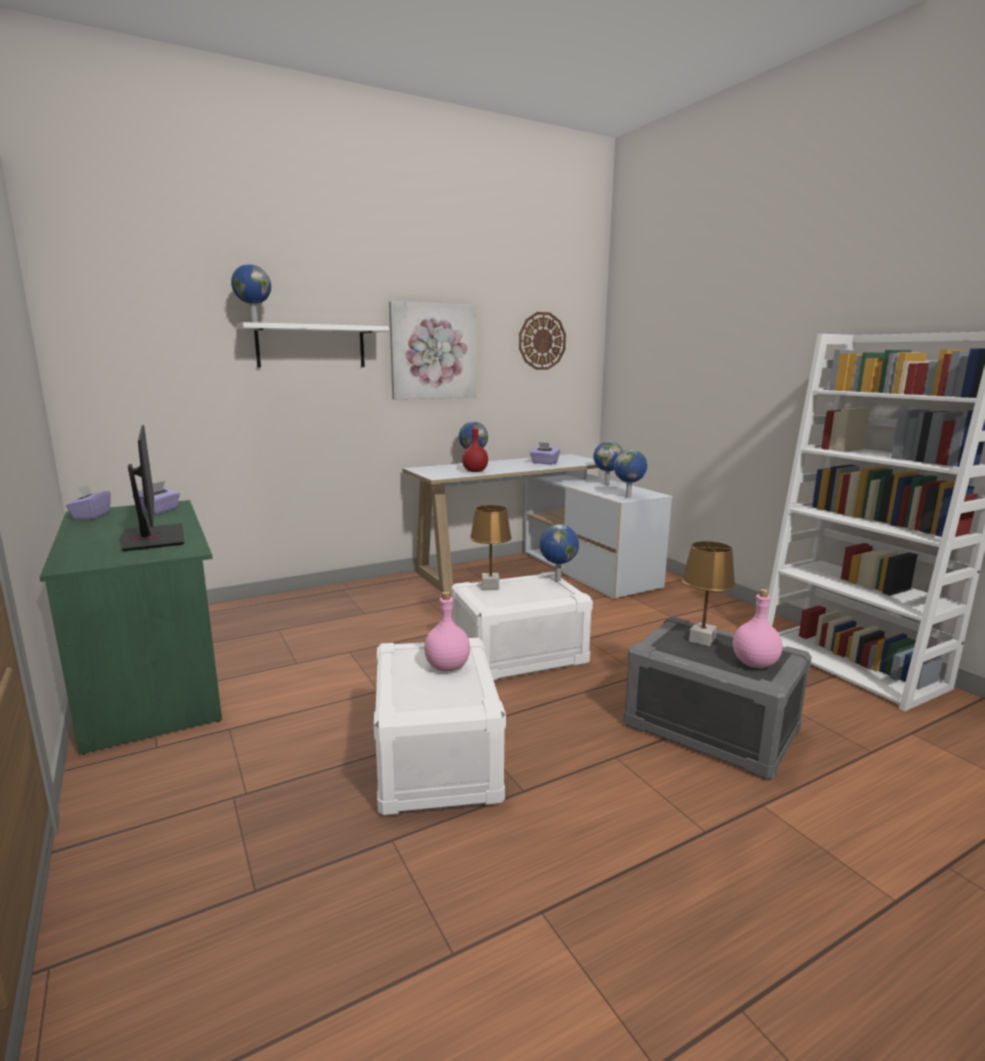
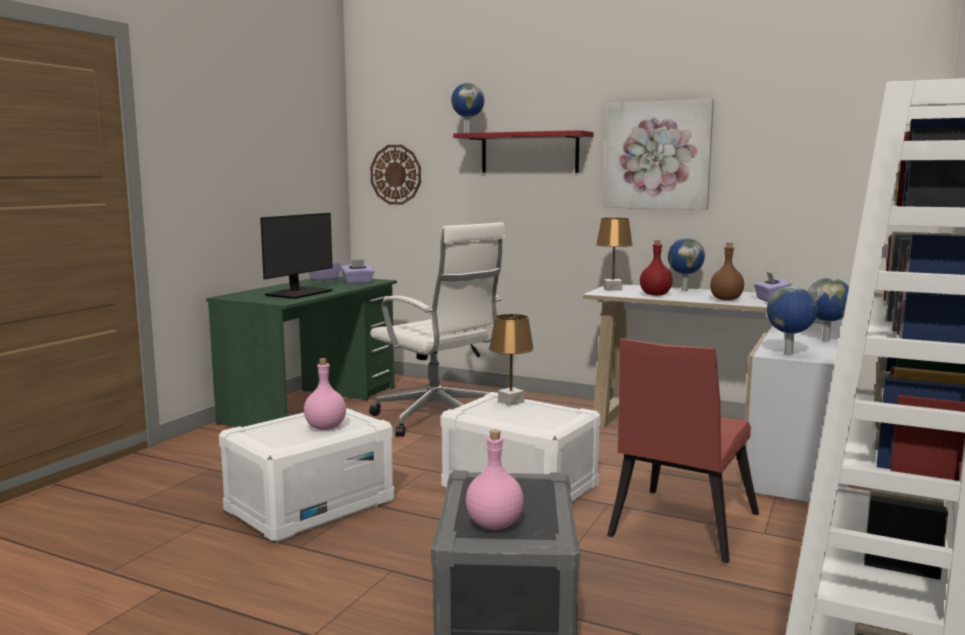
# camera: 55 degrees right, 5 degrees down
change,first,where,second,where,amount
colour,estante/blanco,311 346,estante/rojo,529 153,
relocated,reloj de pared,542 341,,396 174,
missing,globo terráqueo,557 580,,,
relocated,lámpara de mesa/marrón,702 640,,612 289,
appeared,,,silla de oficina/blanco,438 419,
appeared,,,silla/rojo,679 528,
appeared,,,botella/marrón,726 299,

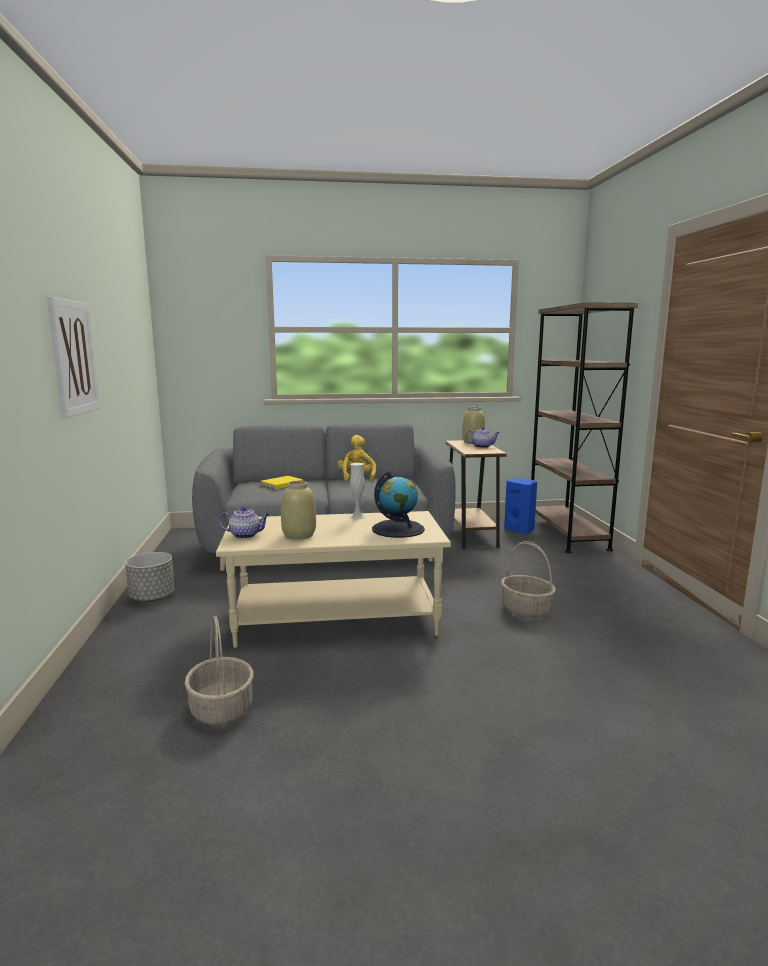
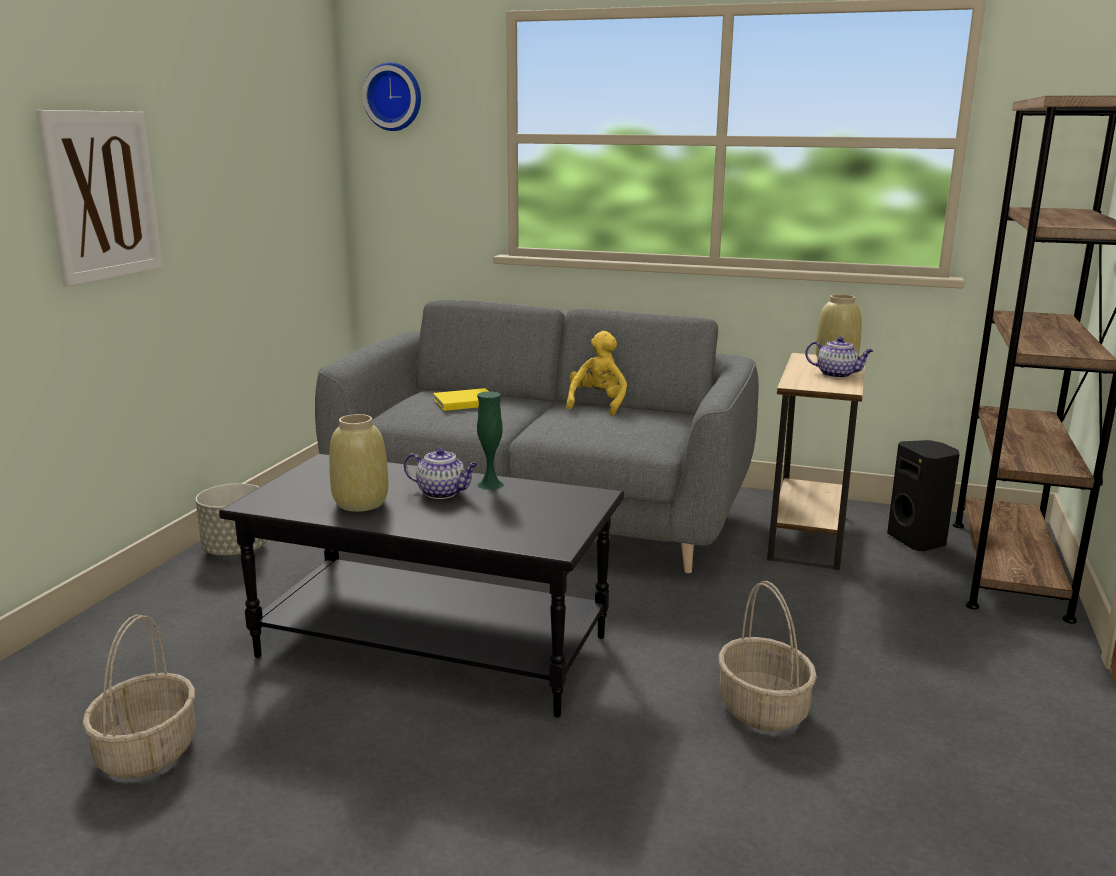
# camera: 25 degrees right, 5 degrees up
change,first,where,second,where,amount
colour,mesa de centro/beis,336 619,mesa de centro/negro,435 645,
relocated,tetera,246 535,,442 493,
colour,florero/blanco,357 517,florero/verde,490 484,
missing,globo terráqueo,398 529,,,
colour,altavoz/azul,520 530,altavoz/negro,918 541,
appeared,,,reloj de pared,394 97,

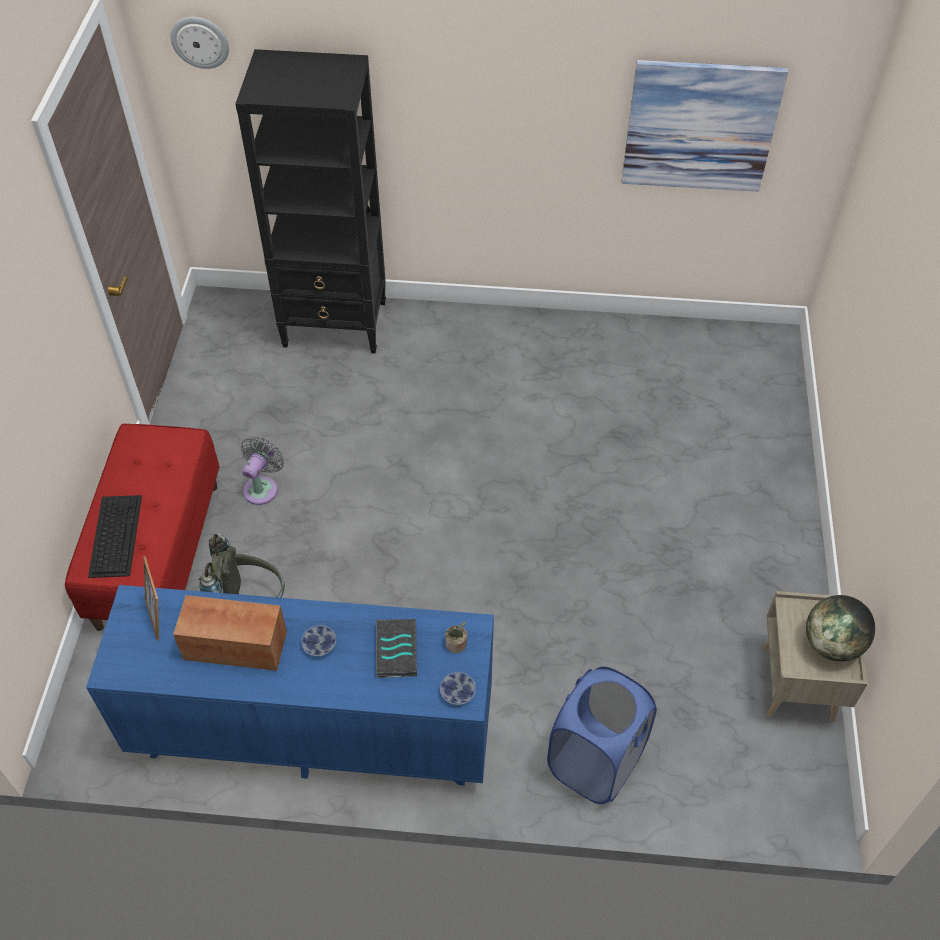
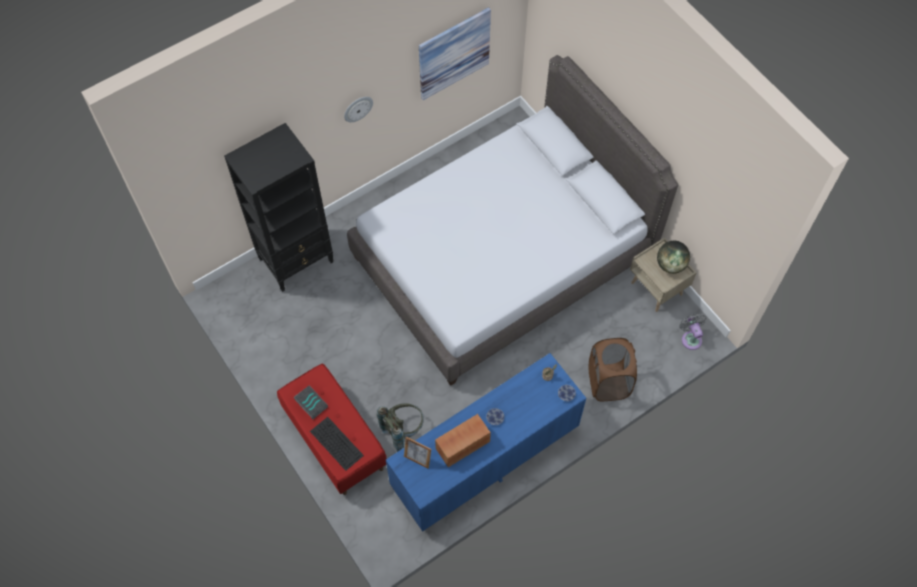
# camera: 40 degrees left, 10 degrees up
change,first,where,second,where,amount
relocated,reloj de pared,200 41,,358 108,
relocated,ventilador/gris,262 487,,690 338,
relocated,libro,395 650,,310 403,
colour,cesto de la ropa/azul,595 762,cesto de la ropa/marrón,608 382,
appeared,,,cama/gris,502 256,

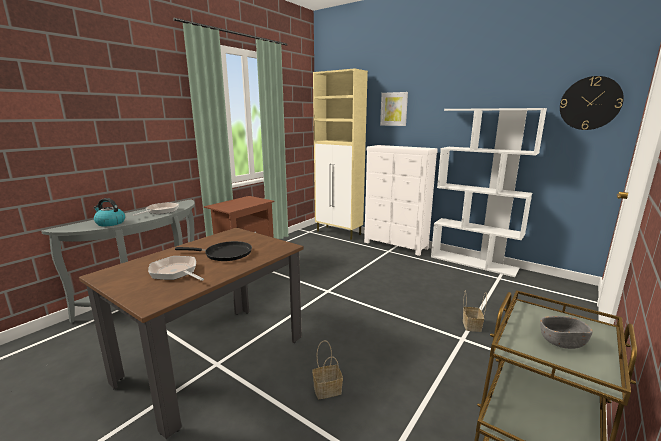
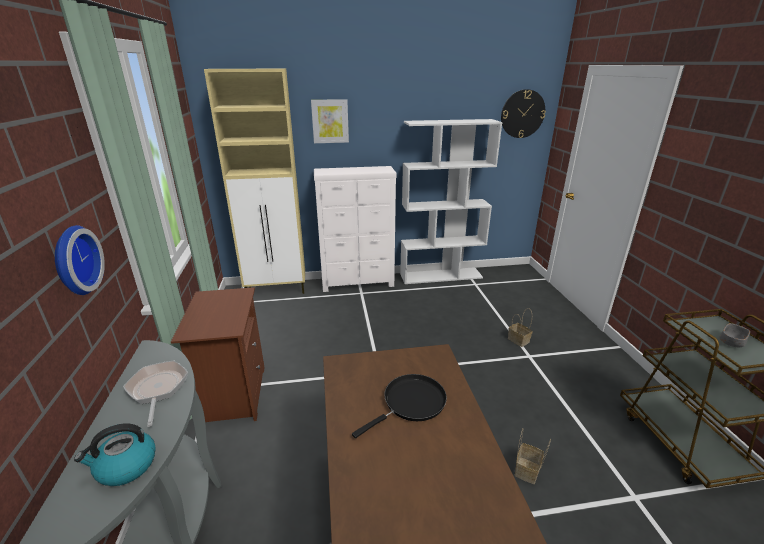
# camera: 45 degrees left, 10 degrees up
change,first,where,second,where,amount
missing,sartén,176 272,,,
appeared,,,reloj de pared,73 260,

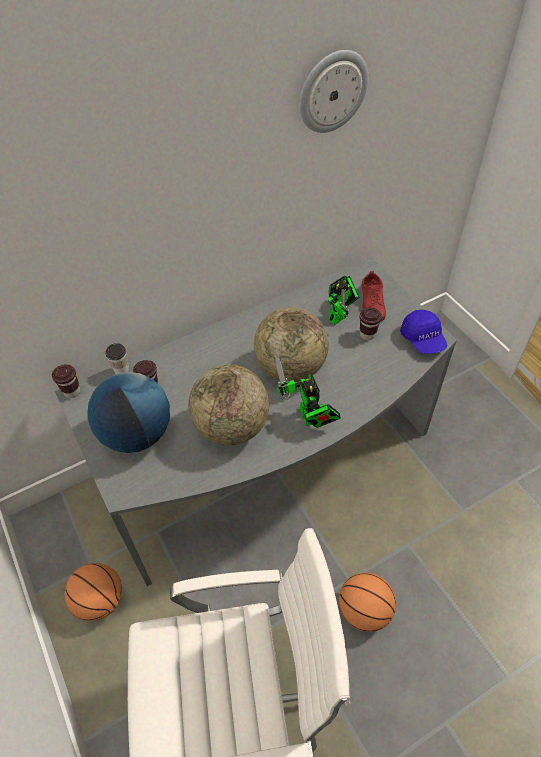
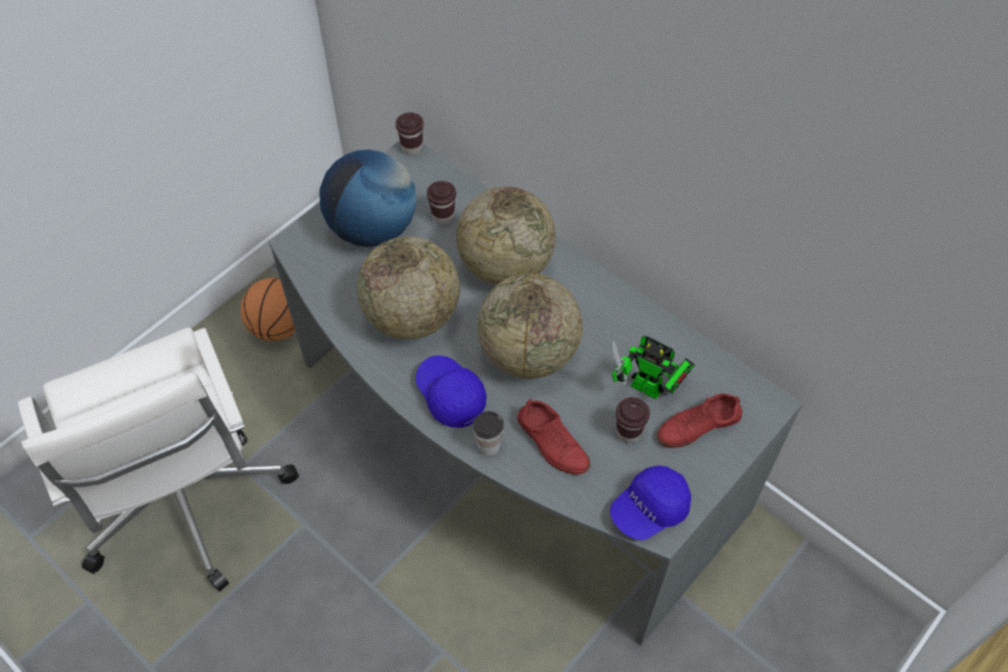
# camera: 70 degrees right, 5 degrees up
change,first,where,second,where,amount
relocated,taza,122 372,,488 447,
exchanged,robot de juguete,309 419,gorra/azul,450 396,
missing,reloj de pared,332 91,,,
missing,balón de baloncesto,364 610,,,
appeared,,,globo terráqueo,505 266,
appeared,,,zapato/rojo,552 443,

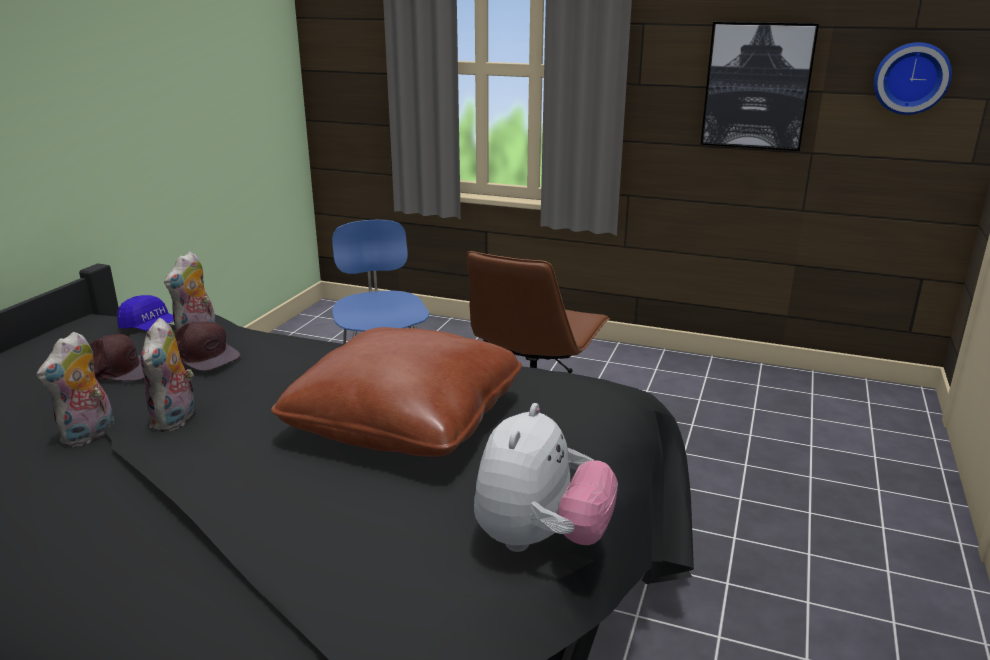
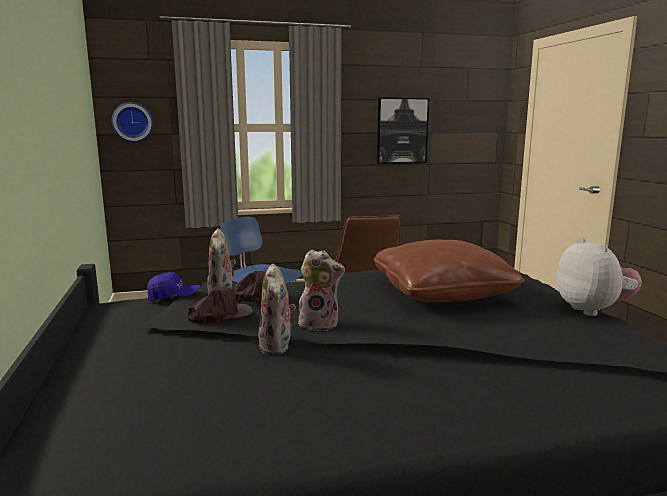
# camera: 35 degrees left, 10 degrees down
change,first,where,second,where,amount
spun,peluche,176 420,,320 324,45 degrees counterclockwise
relocated,reloj de pared,911 78,,133 122,

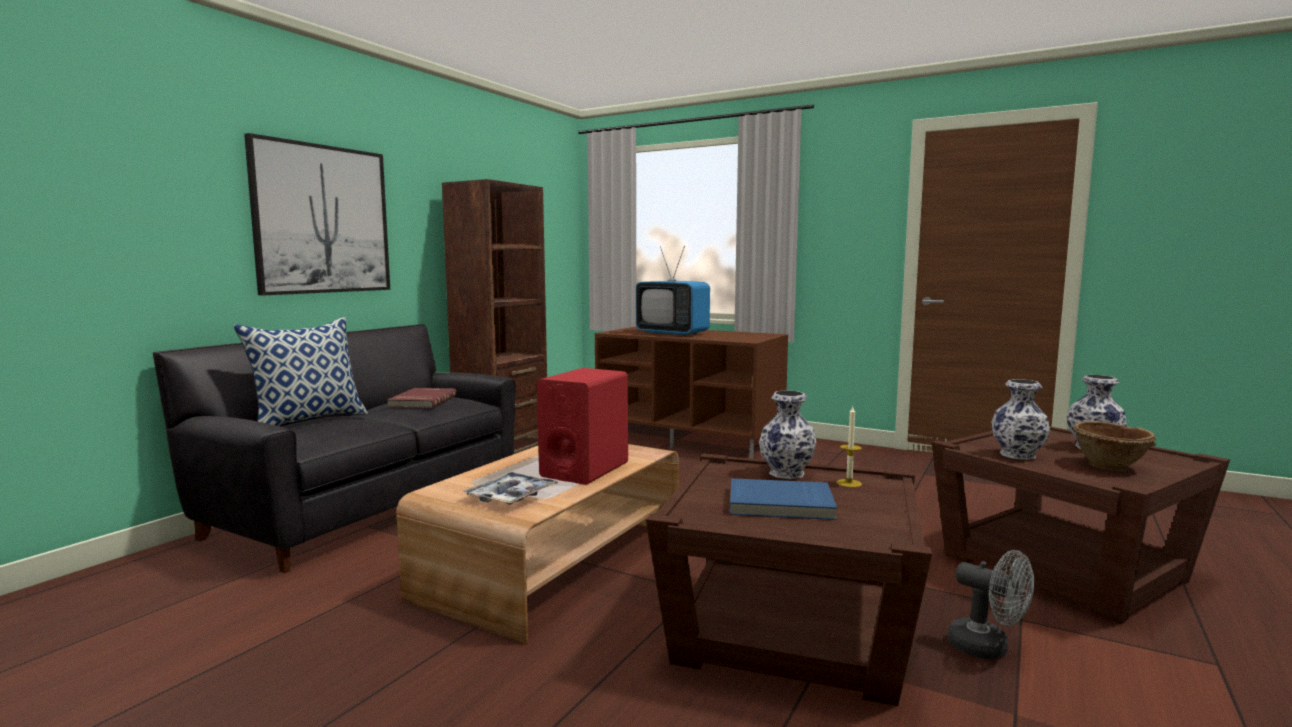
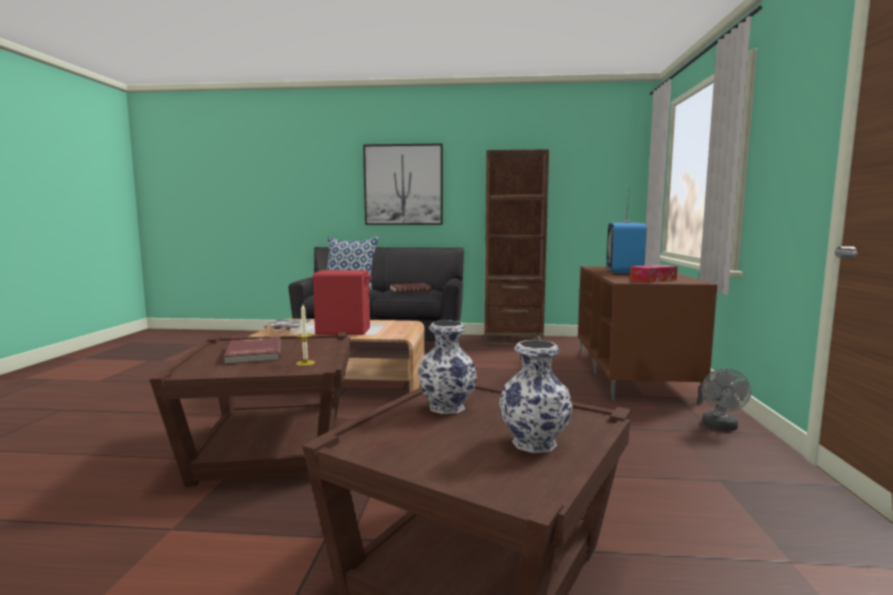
# camera: 65 degrees right, 0 degrees up
change,first,where,second,where,amount
colour,libro/azul,780 504,libro/rojo,252 353,
missing,florero,785 473,,,
relocated,ventilador/gris,988 648,,721 427,
missing,cuenco/marrón,1110 466,,,
appeared,,,caja de pañuelos,653 280,

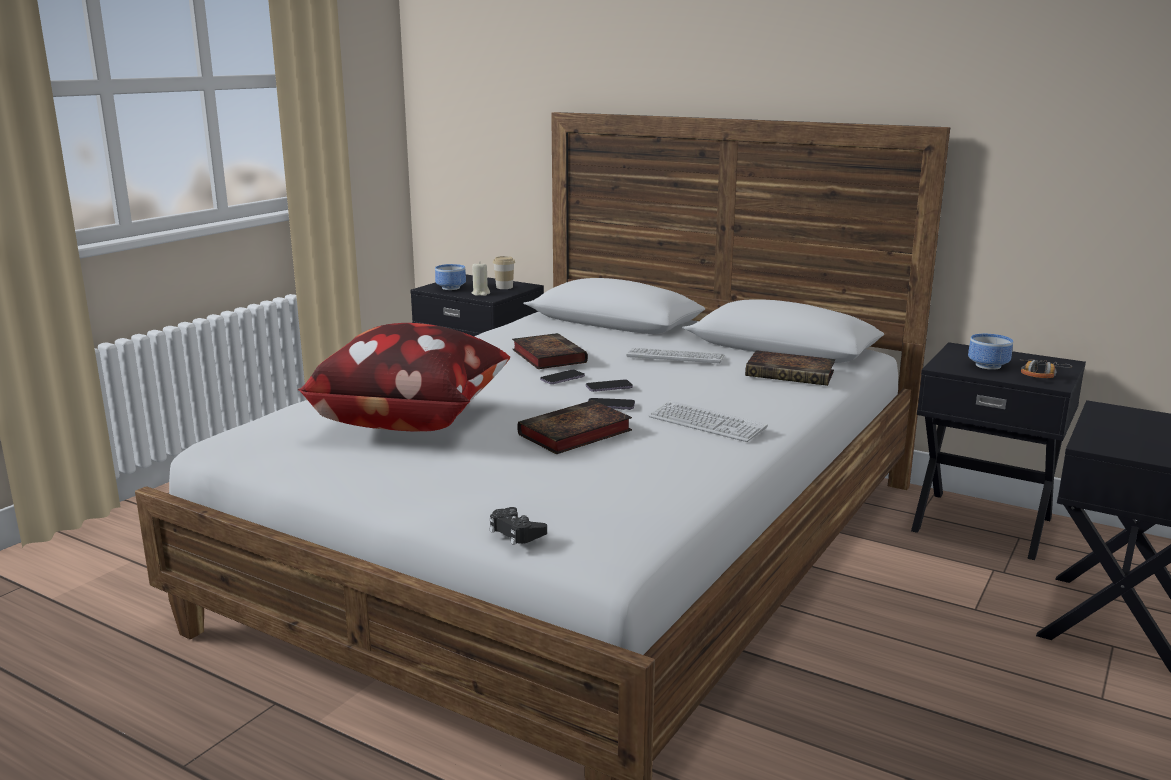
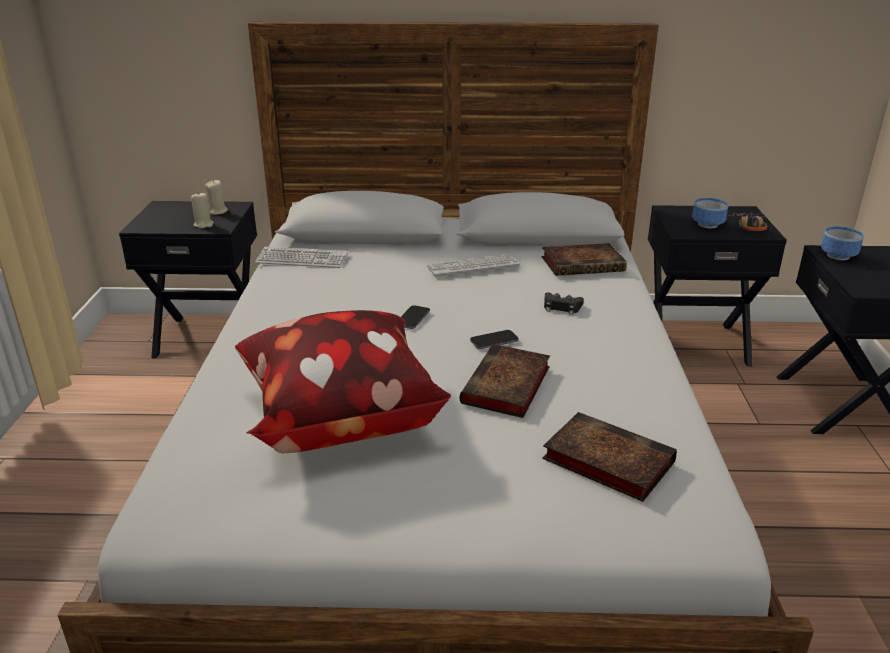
# camera: 30 degrees left, 10 degrees up
change,first,where,second,where,amount
relocated,cuenco,452 288,,839 255,
relocated,mando de consola/negro,516 532,,561 307,
exchanged,taza,504 287,vela/beis,217 211,
relocated,libro,547 356,,604 460,
missing,móvil,609 387,,,
relocated,teclado,706 423,,302 259,

